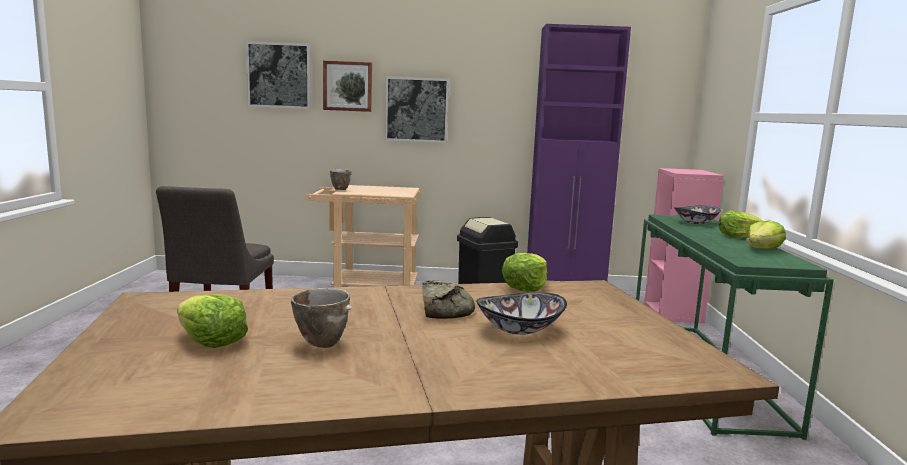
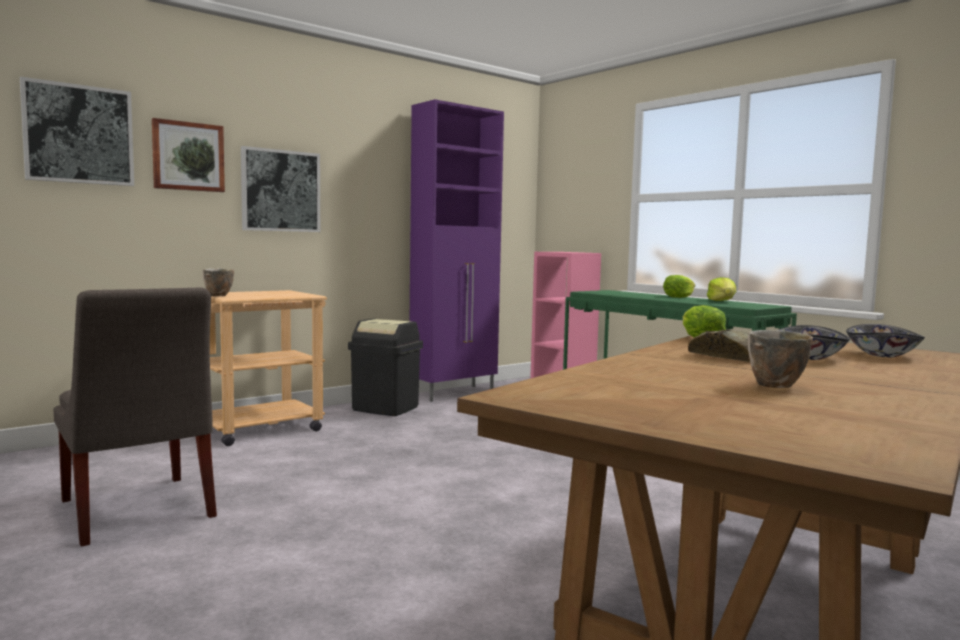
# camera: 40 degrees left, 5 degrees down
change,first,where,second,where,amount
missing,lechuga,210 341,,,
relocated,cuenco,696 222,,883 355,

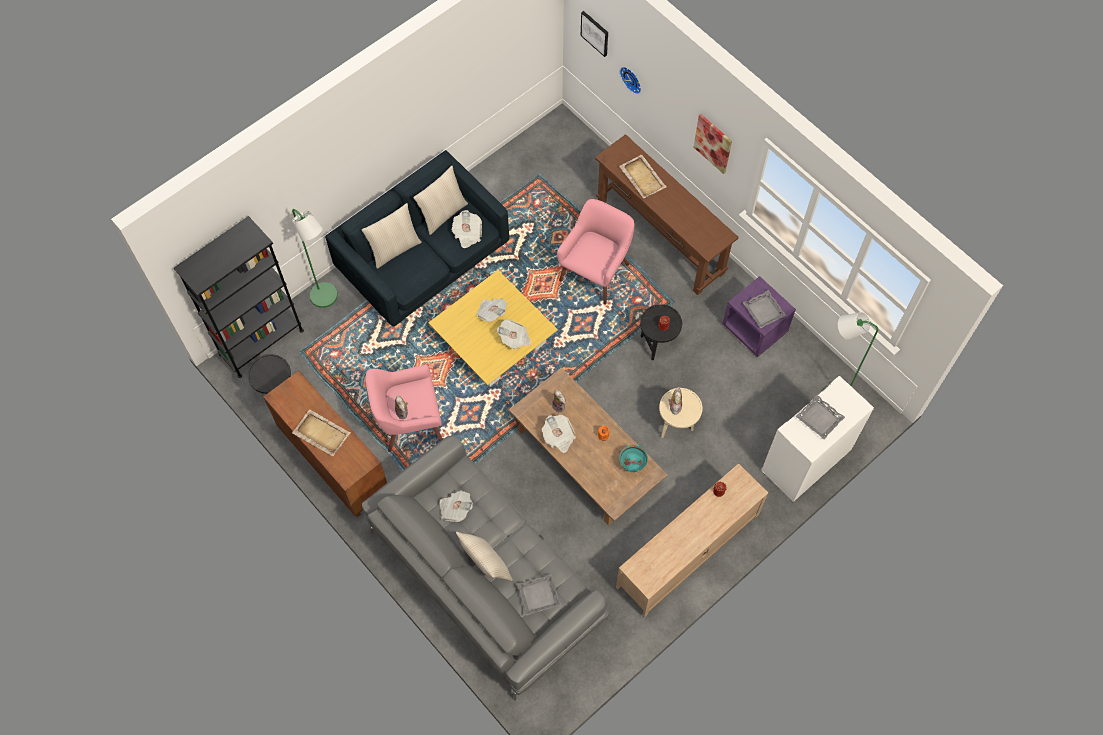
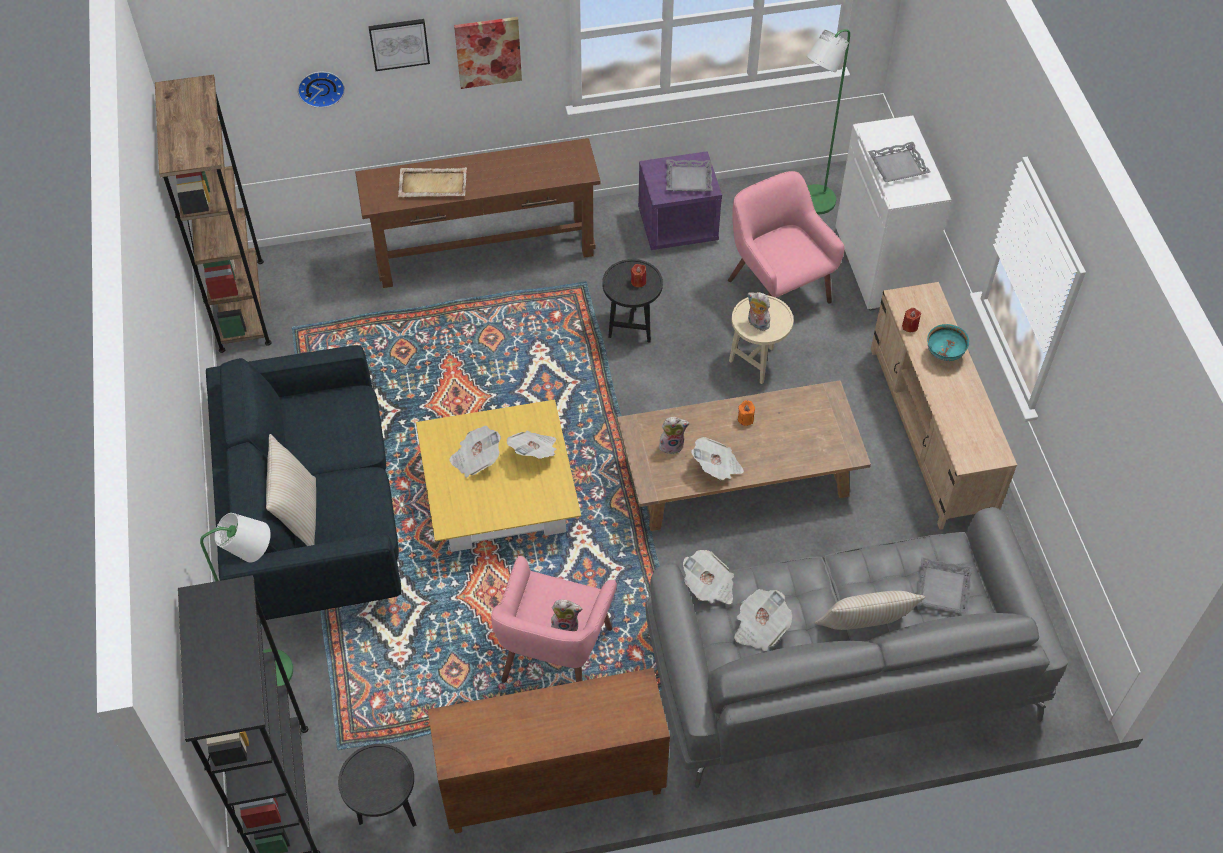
# camera: 60 degrees left, 10 degrees down
change,first,where,second,where,amount
missing,bandeja/beis,321 433,,,
missing,cojín/beis,442 213,,,
relocated,periódico,467 234,,709 586,
relocated,sillón/rosa,595 272,,777 290,
relocated,cuadro,595 33,,399 43,
relocated,cuenco/turquesa,632 464,,944 355,
appeared,,,estantería/marrón,241 305,

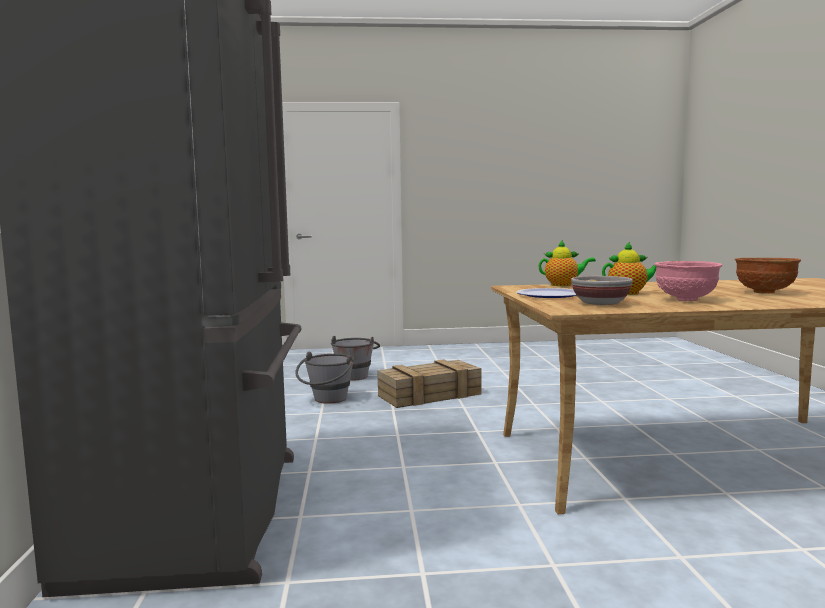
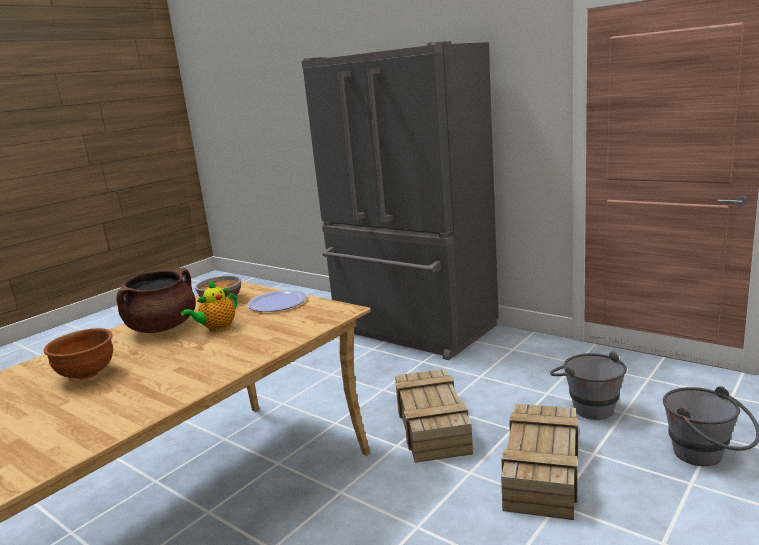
# camera: 135 degrees right, 10 degrees up
change,first,where,second,where,amount
missing,tetera,563 285,,,
exchanged,cuenco/rosa,685 300,olla/marrón,162 327,
appeared,,,caja de embalaje,433 426,

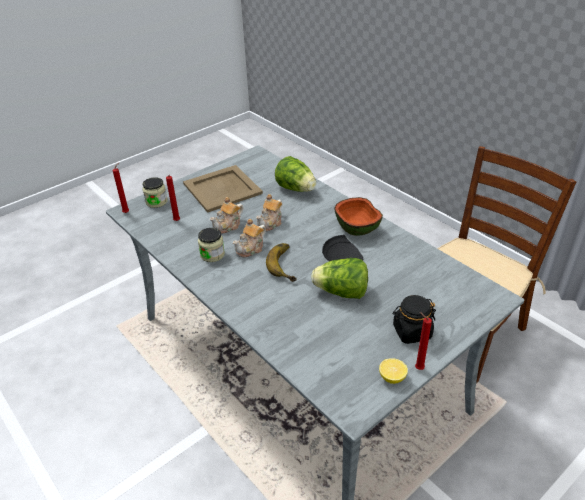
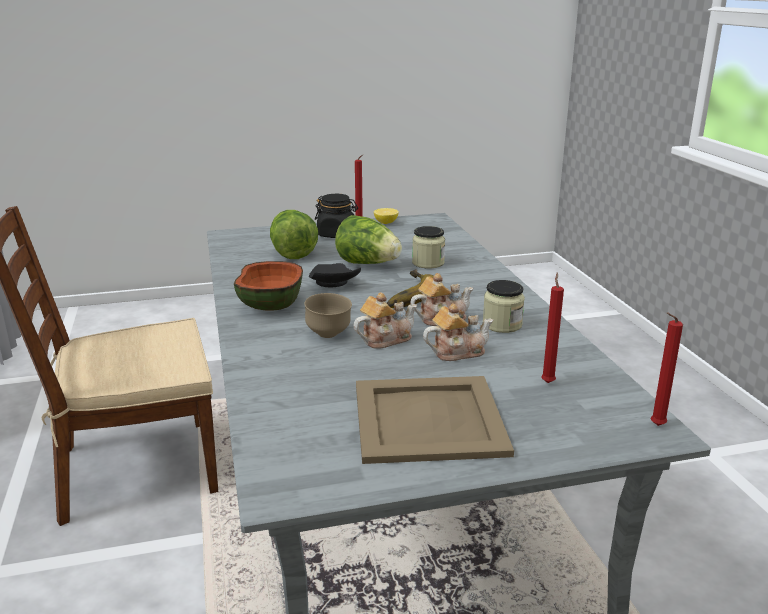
# camera: 155 degrees left, 15 degrees down
change,first,where,second,where,amount
relocated,tarro,156 202,,428 263,
relocated,lechuga,296 189,,292 253,
appeared,,,cuenco/marrón,329 335,

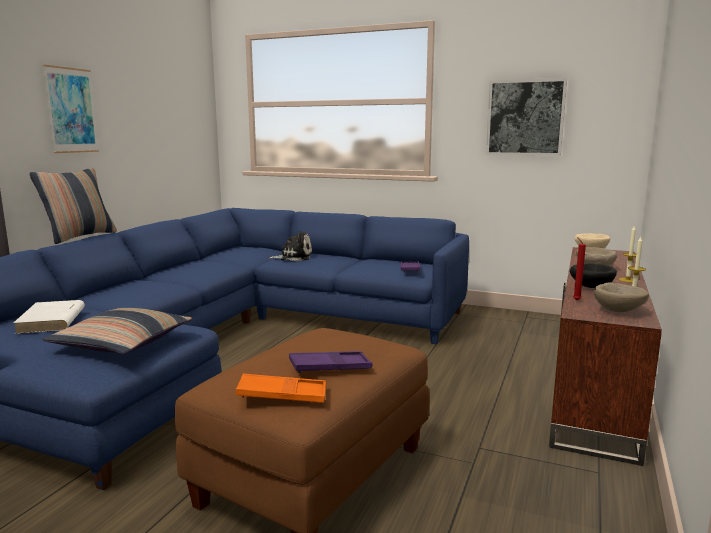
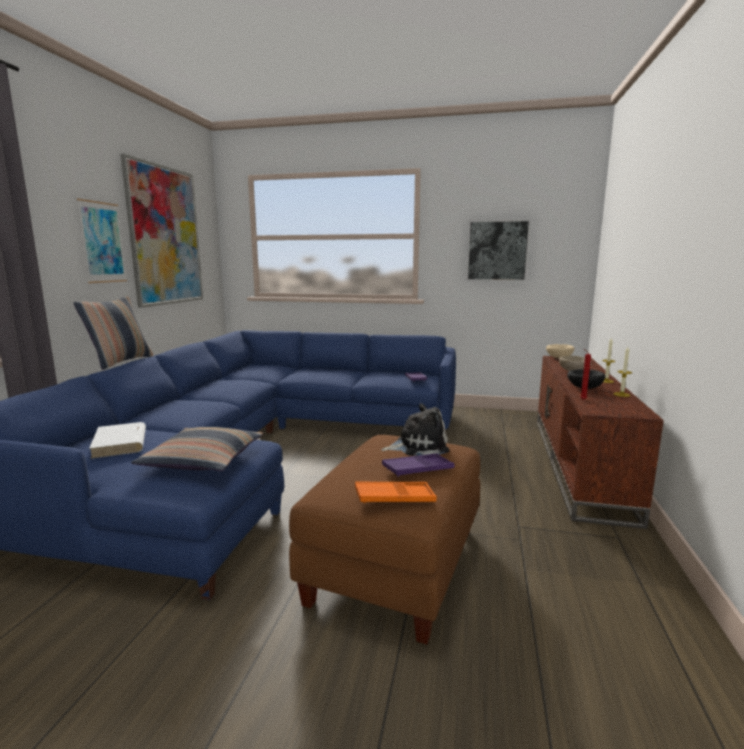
# camera: 10 degrees left, 0 degrees up
change,first,where,second,where,amount
relocated,peluche,294 257,,418 446,
missing,cuenco/beis,619 311,,,
appeared,,,cuadro,165 236,

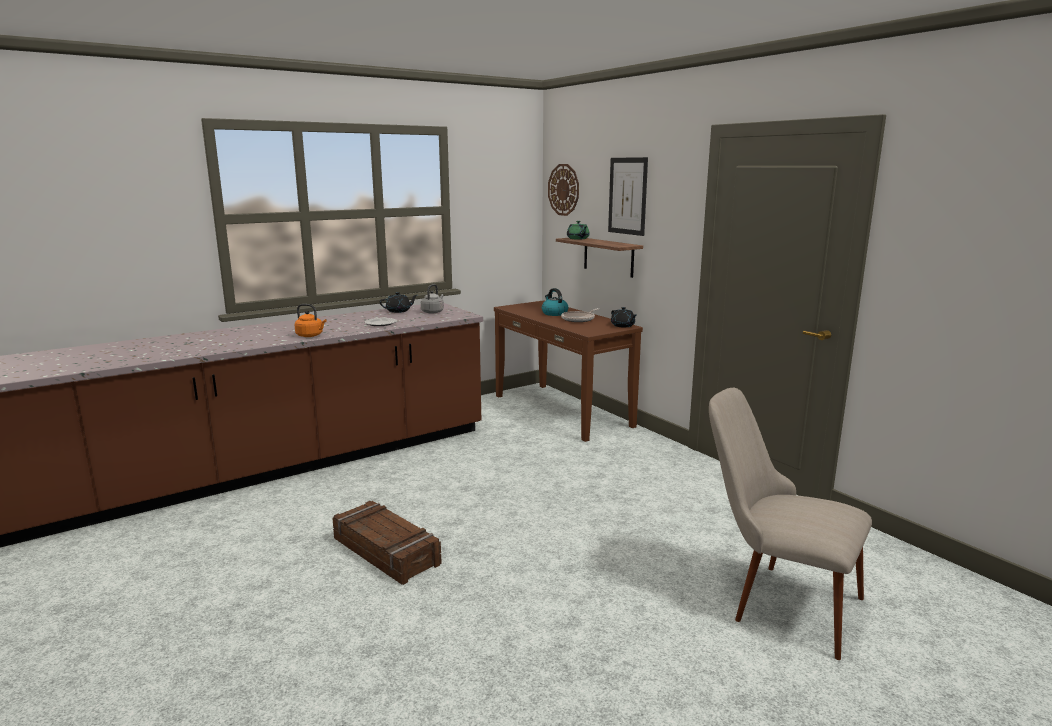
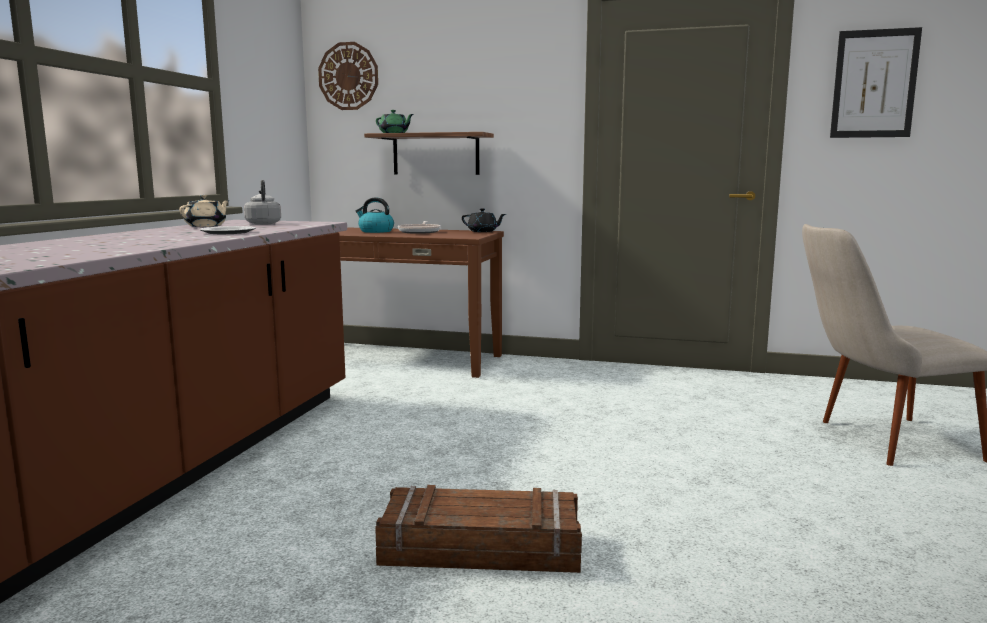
# camera: 40 degrees left, 5 degrees down
change,first,where,second,where,amount
missing,hervidor/naranja,311 335,,,
colour,tetera/negro,399 311,tetera/beis,206 226,
relocated,cuadro,627 196,,874 84,

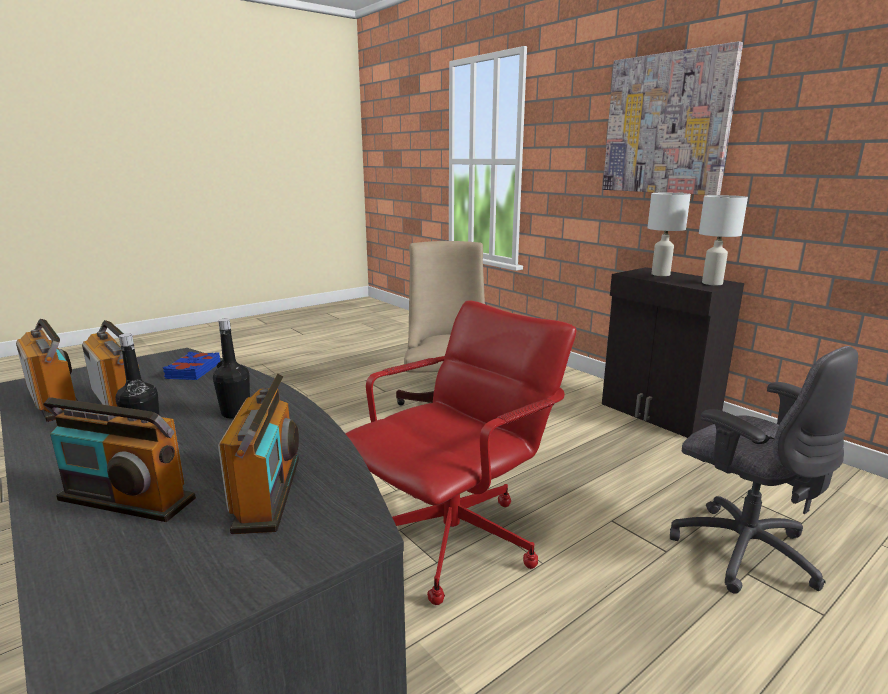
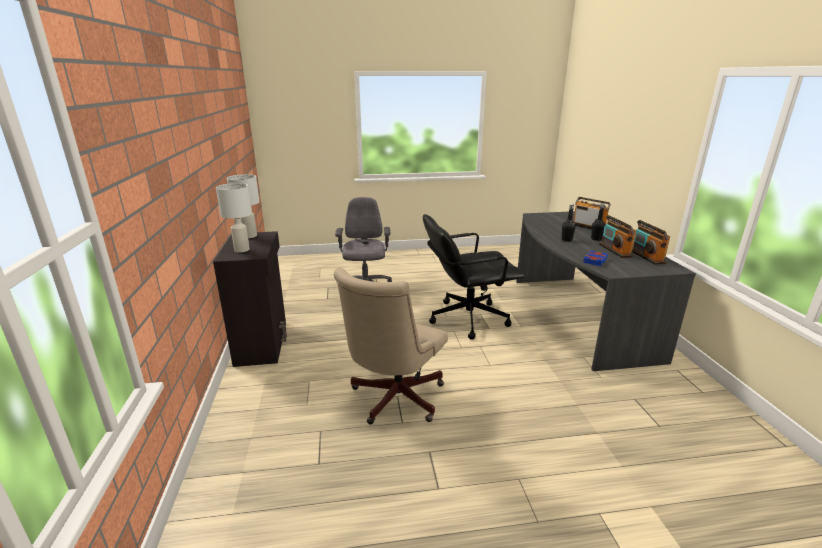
# camera: 150 degrees left, 5 degrees up
change,first,where,second,where,amount
missing,radio,268 493,,,
colour,silla de oficina/rojo,454 540,silla de oficina/negro,467 318,
missing,cuadro,666 124,,,

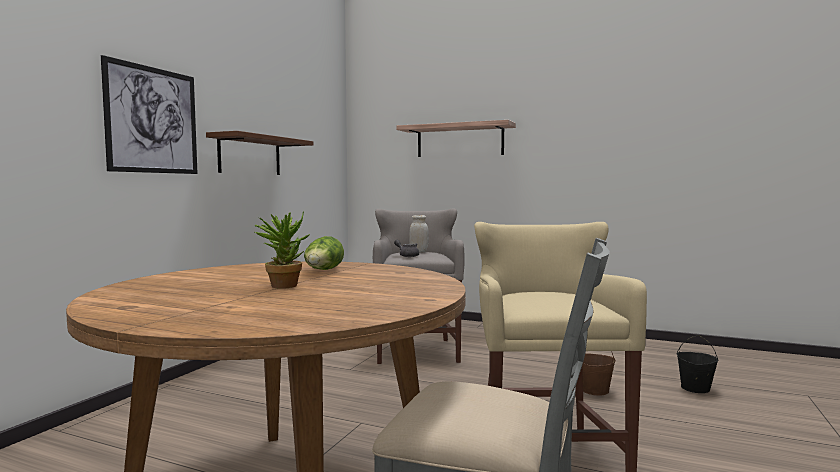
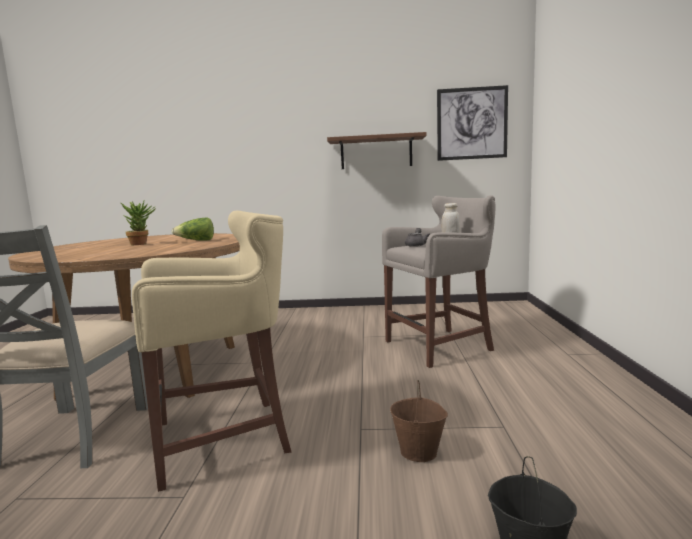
# camera: 70 degrees right, 5 degrees up
change,first,where,second,where,amount
relocated,cuadro,153 120,,472 123,
missing,estante,459 141,,,

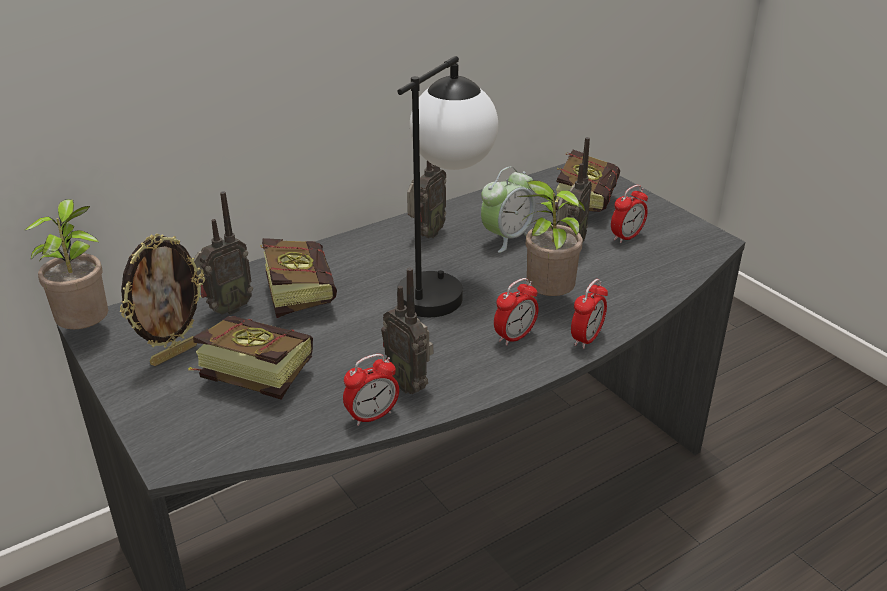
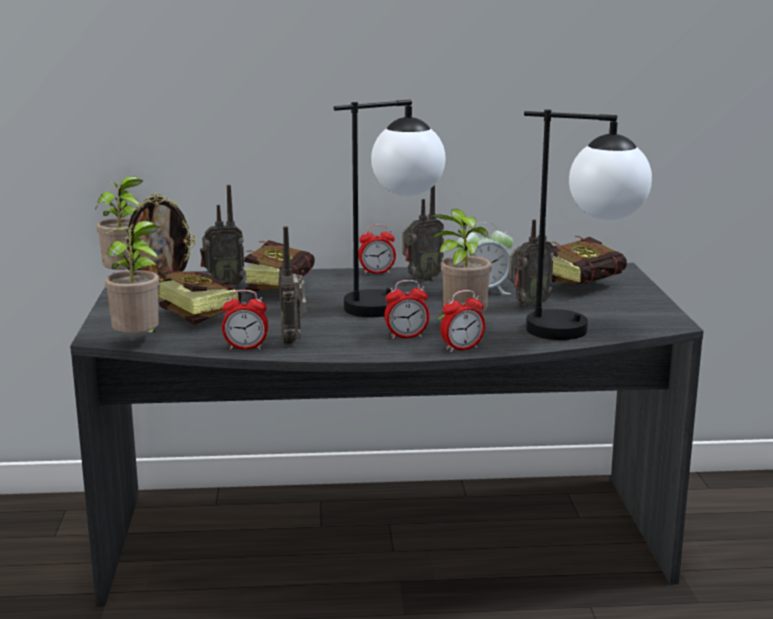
# camera: 30 degrees right, 15 degrees down
change,first,where,second,where,amount
relocated,despertador,626 237,,377 272,
appeared,,,planta en maceta,139 343,
appeared,,,lámpara de mesa,582 332,

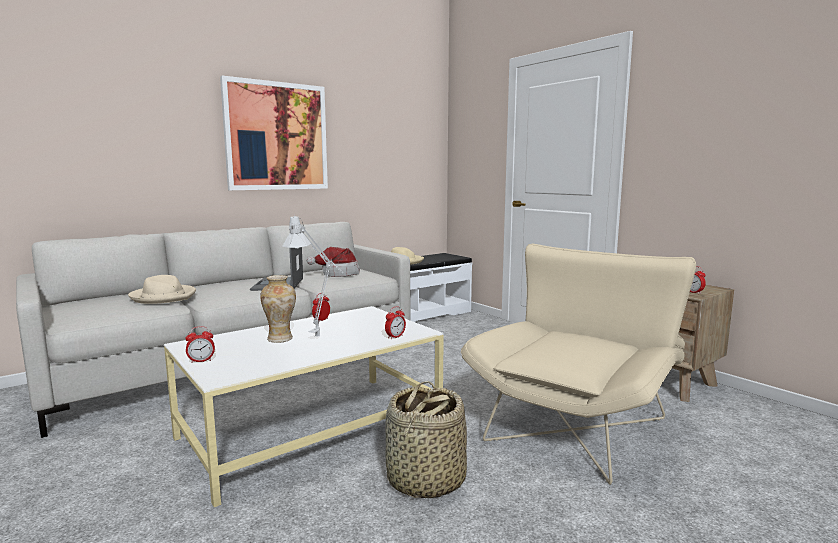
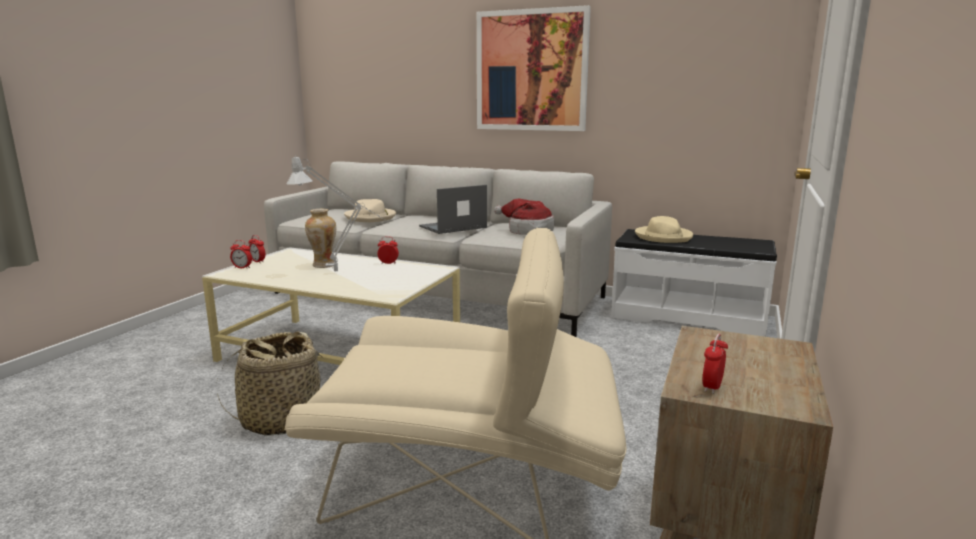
# camera: 60 degrees right, 5 degrees up
change,first,where,second,where,amount
relocated,despertador,395 337,,242 268,

